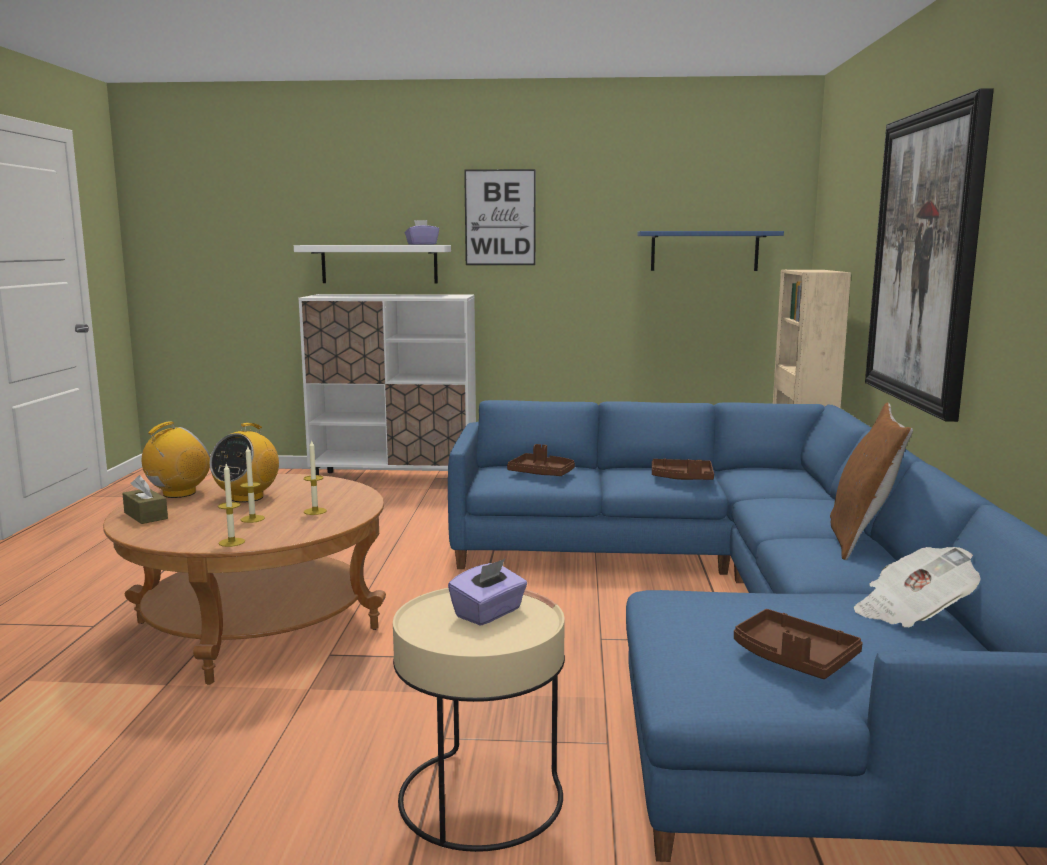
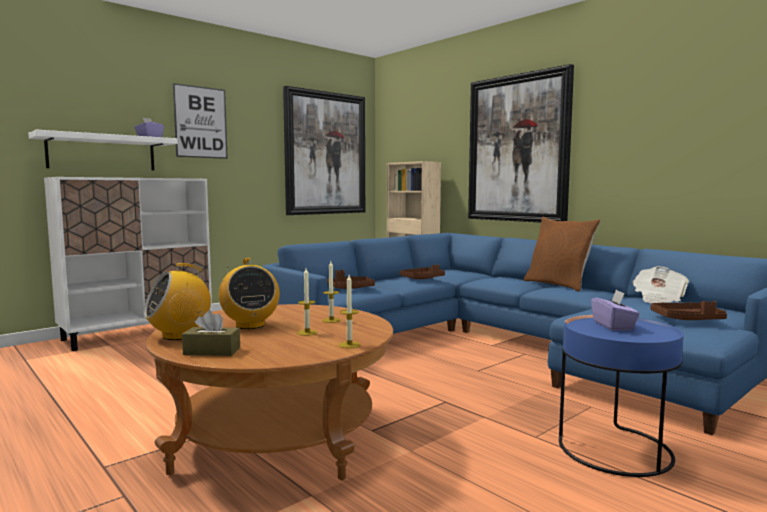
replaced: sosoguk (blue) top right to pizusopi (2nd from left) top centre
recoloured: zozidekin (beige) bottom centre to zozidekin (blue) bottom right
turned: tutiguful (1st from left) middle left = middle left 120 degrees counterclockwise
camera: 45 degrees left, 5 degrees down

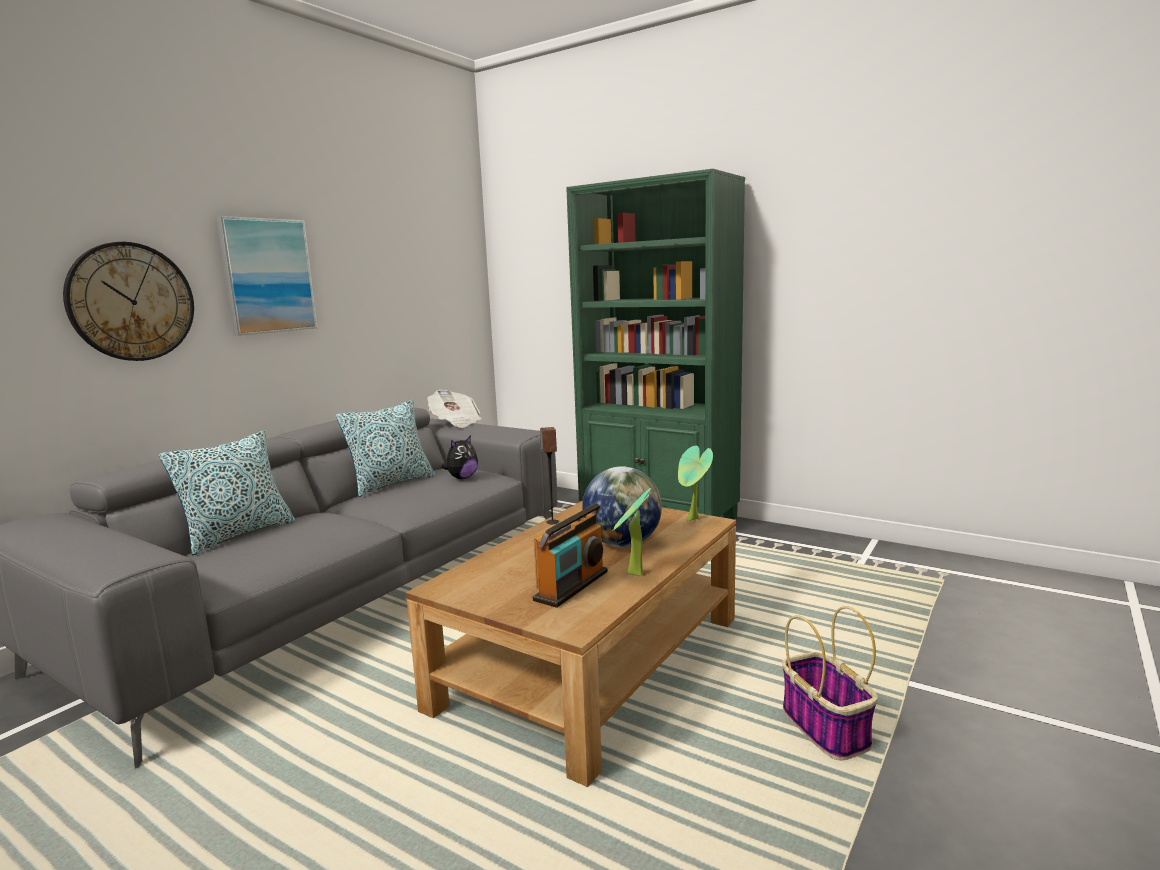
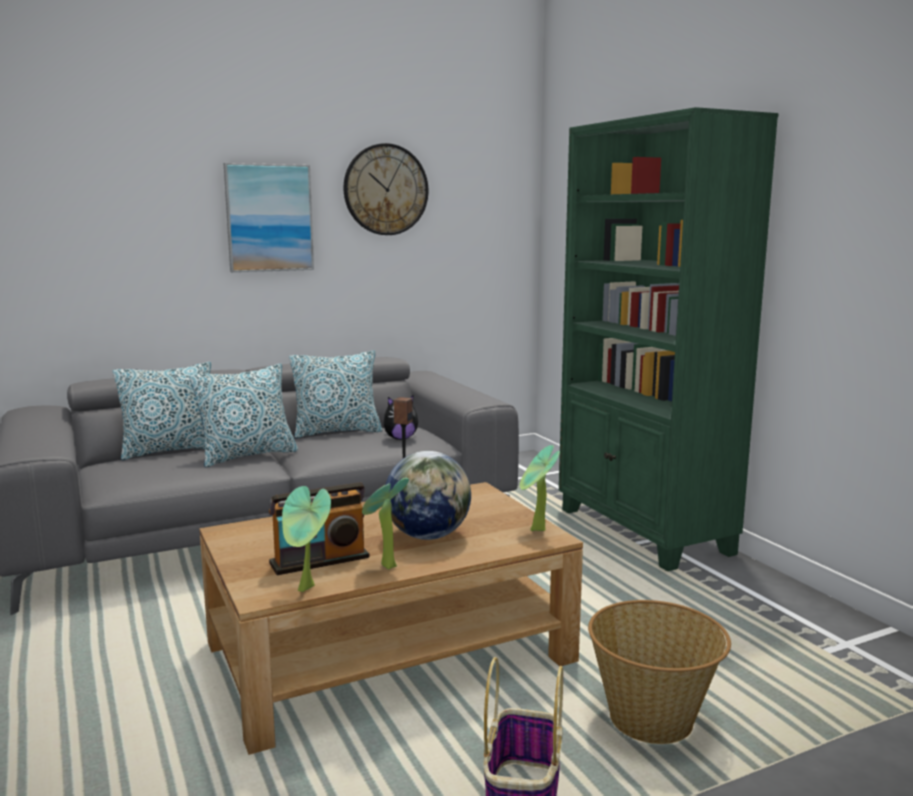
removed: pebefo centre
added: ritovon (2nd from left) middle left; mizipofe (1st from left) bottom centre; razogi (2nd from left) bottom right
moved: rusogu middle left to top centre
camera: 30 degrees right, 0 degrees up

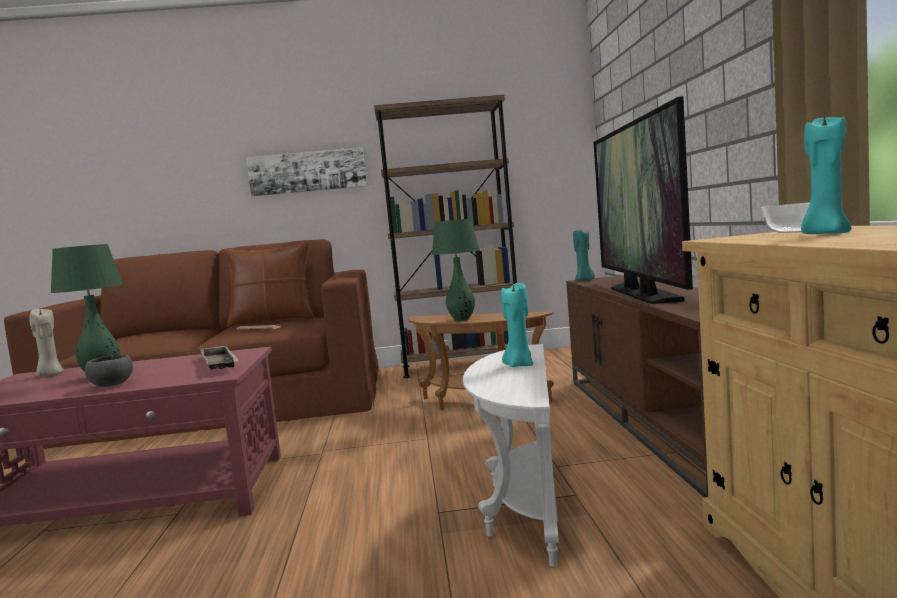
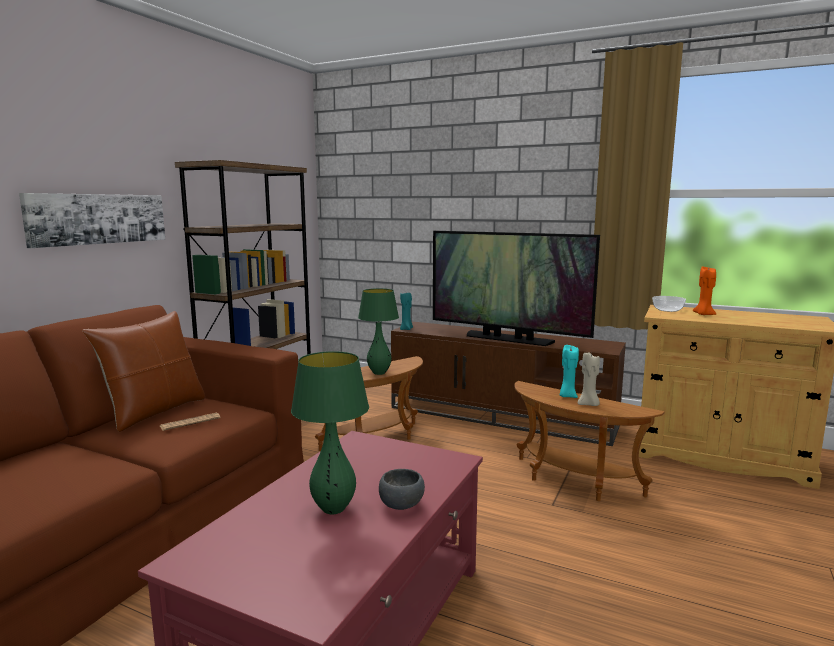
removed: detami middle left
moved: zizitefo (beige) middle left to middle right
recoloured: zozidekin (white) bottom centre to zozidekin (brown) (2nd from left) bottom right; zizitefo (turquoise) (3rd from left) top right to zizitefo (orange) middle right
camera: 60 degrees left, 5 degrees up

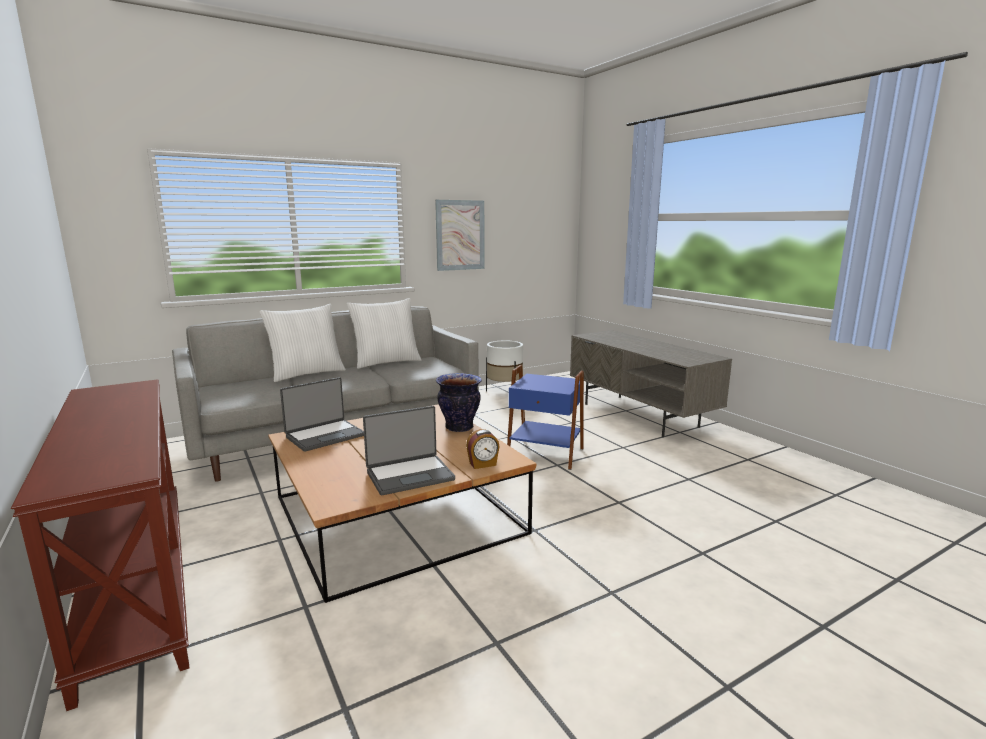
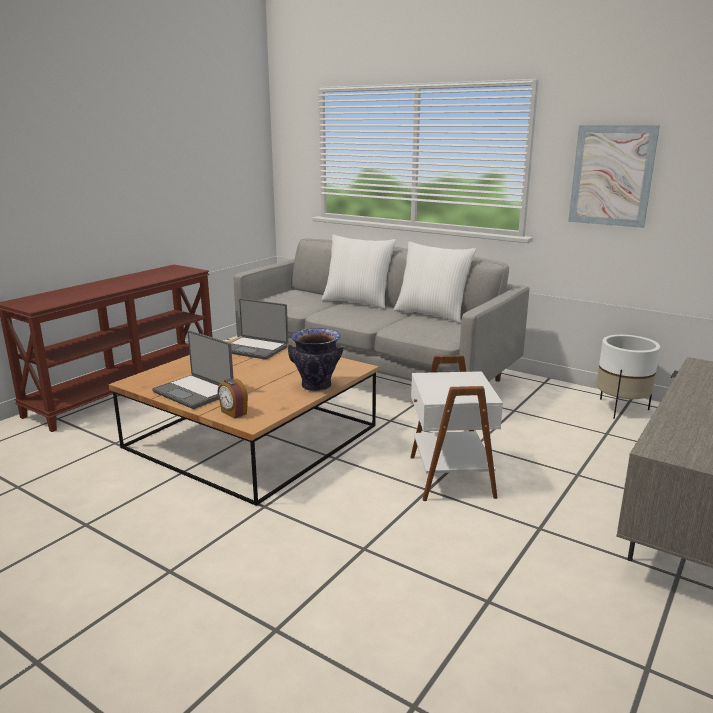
recoloured: zozidekin (blue) centre to zozidekin (white) centre
camera: 65 degrees right, 5 degrees up

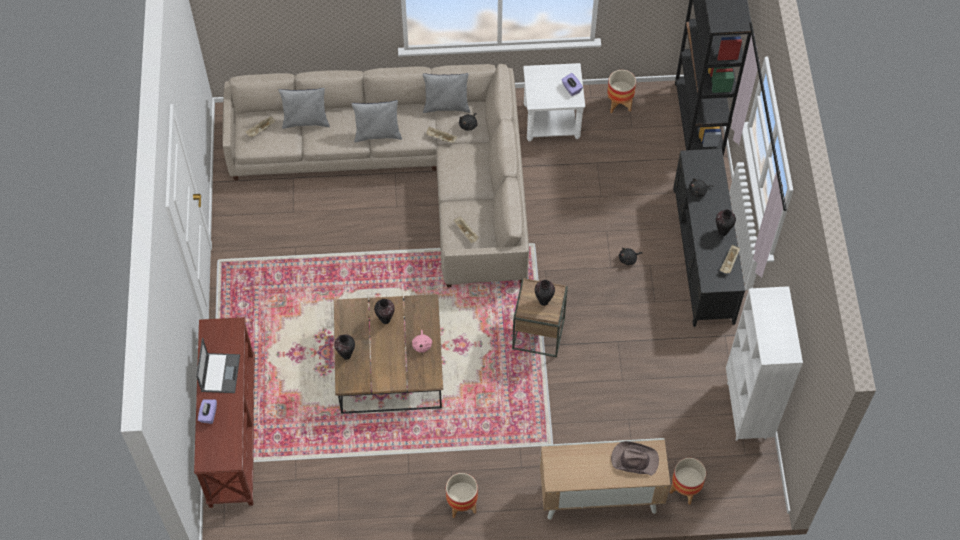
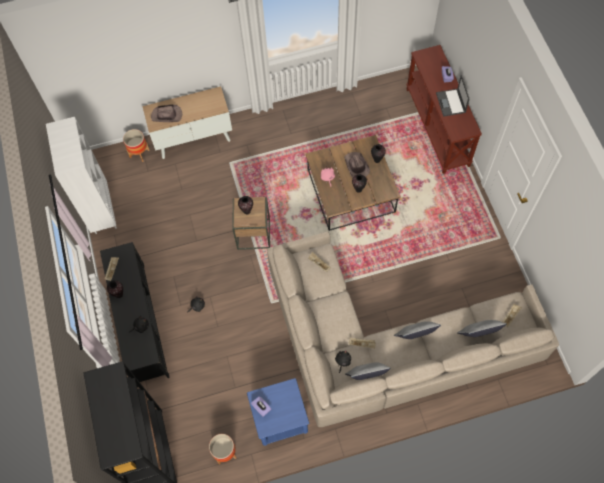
removed: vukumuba (1st from left) bottom centre
added: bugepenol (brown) (2nd from left) centre
recoloured: zozidekin (white) top centre to zozidekin (blue) bottom centre
camera: 170 degrees right, 5 degrees up

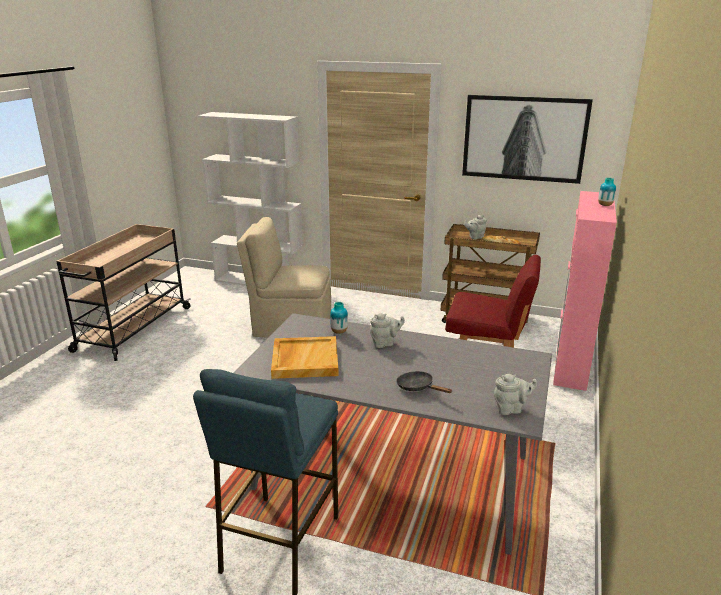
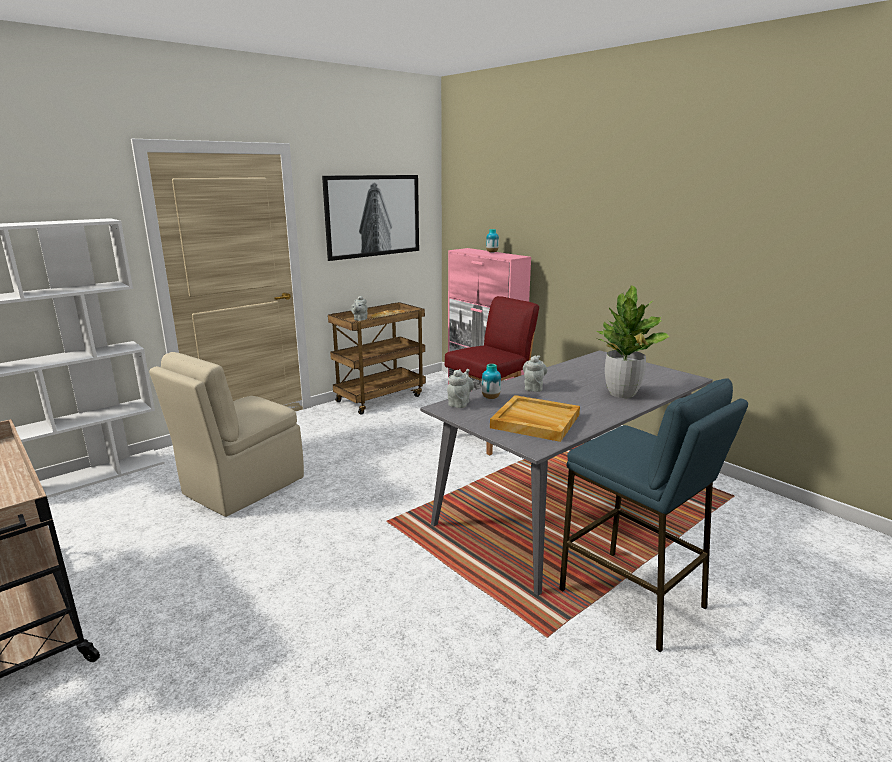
moved: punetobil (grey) (3rd from left in the first image) middle right to punetobil (grey) (2nd from left) centre
replaced: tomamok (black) centre to mizipofe middle right
camera: 60 degrees left, 5 degrees down

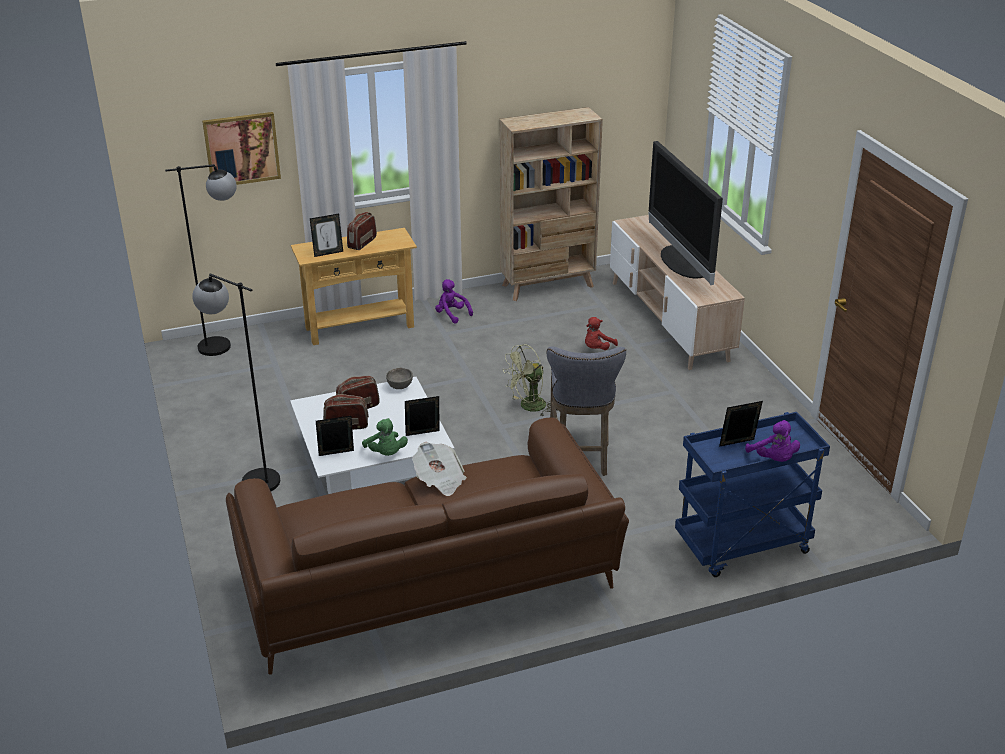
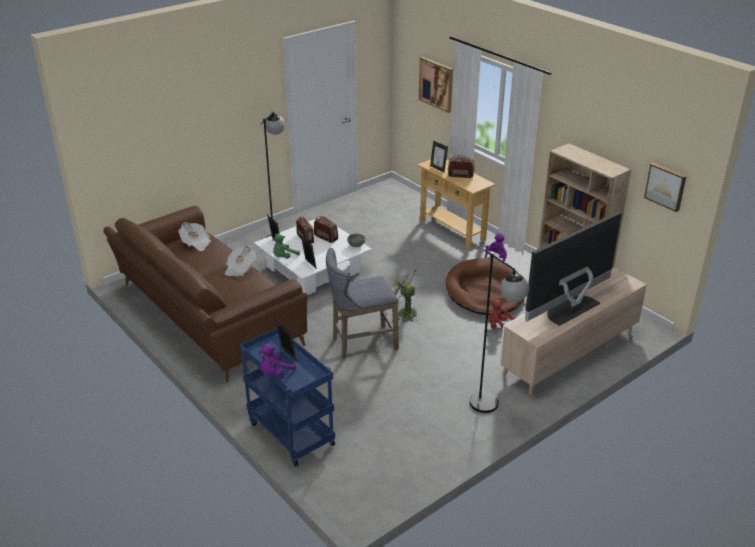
added: pebefo (1st from left) middle left; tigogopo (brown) centre; pizusopi (2nd from left) middle right
moved: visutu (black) (1st from left in the first image) middle left to visutu (black) (2nd from left) centre
camera: 70 degrees right, 0 degrees up

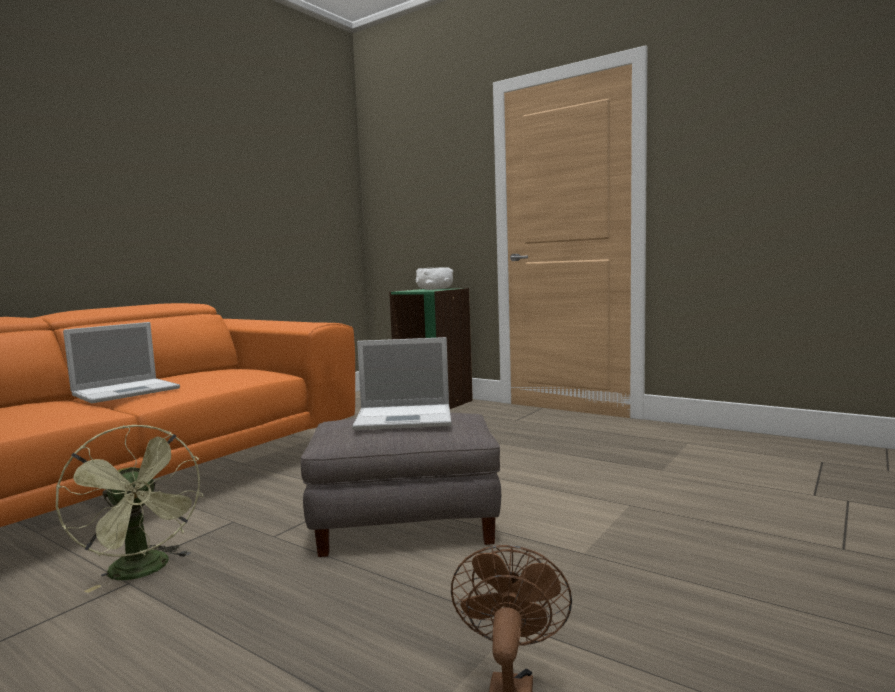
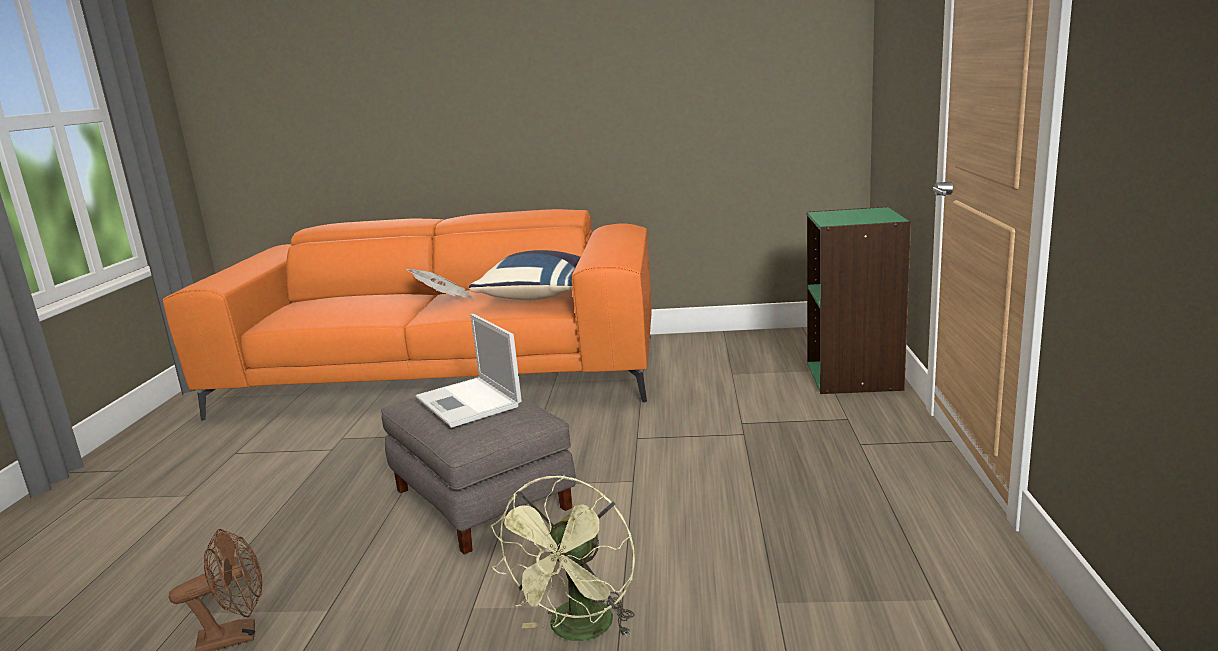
removed: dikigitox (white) centre
added: ritovon (blue) centre
moved: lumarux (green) bottom left to bottom centre
replaced: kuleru (1st from left) middle left to pebefo centre
camera: 60 degrees right, 10 degrees up

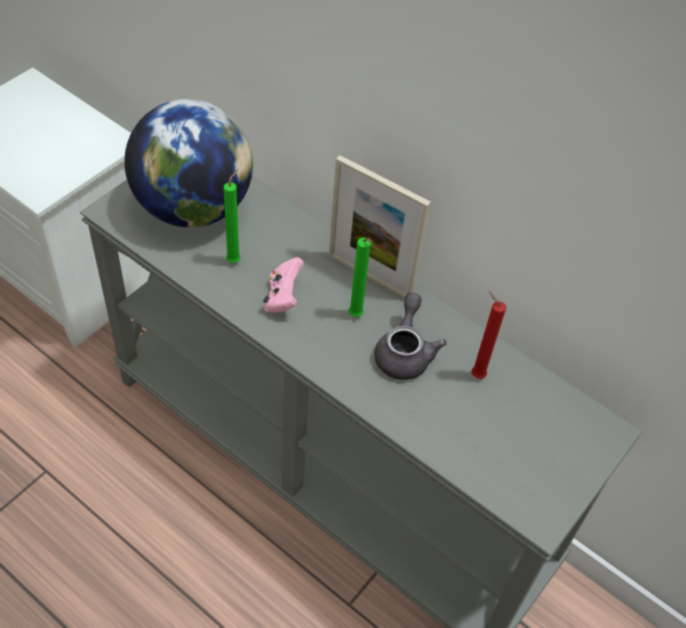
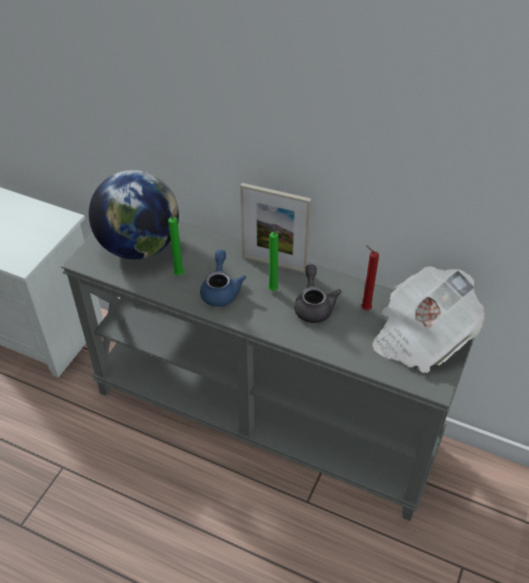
added: pebefo middle right
replaced: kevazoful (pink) centre to punetobil (blue) centre
camera: 10 degrees left, 5 degrees down

